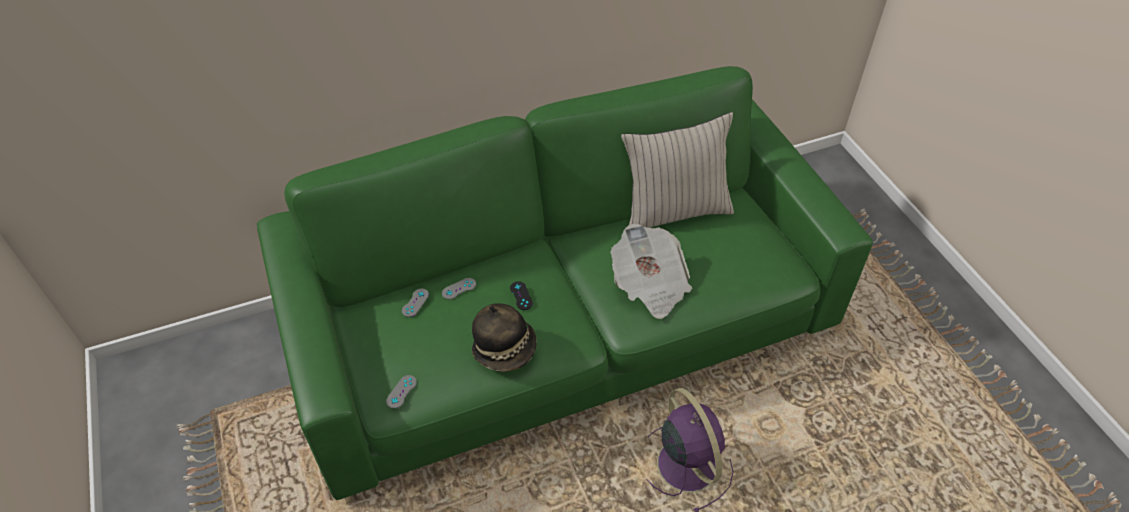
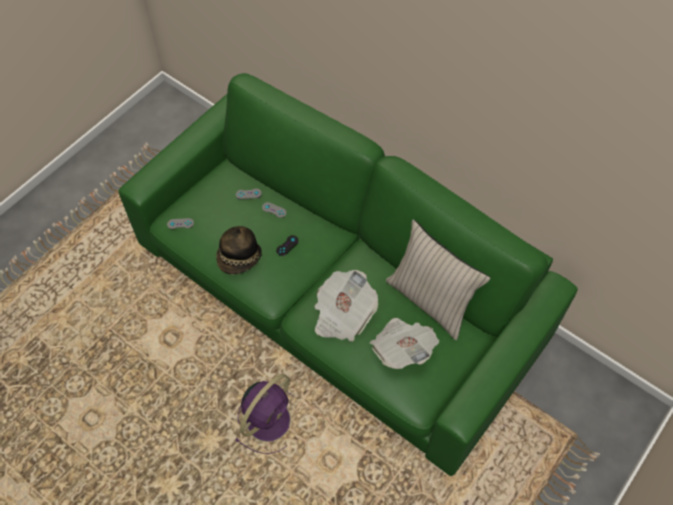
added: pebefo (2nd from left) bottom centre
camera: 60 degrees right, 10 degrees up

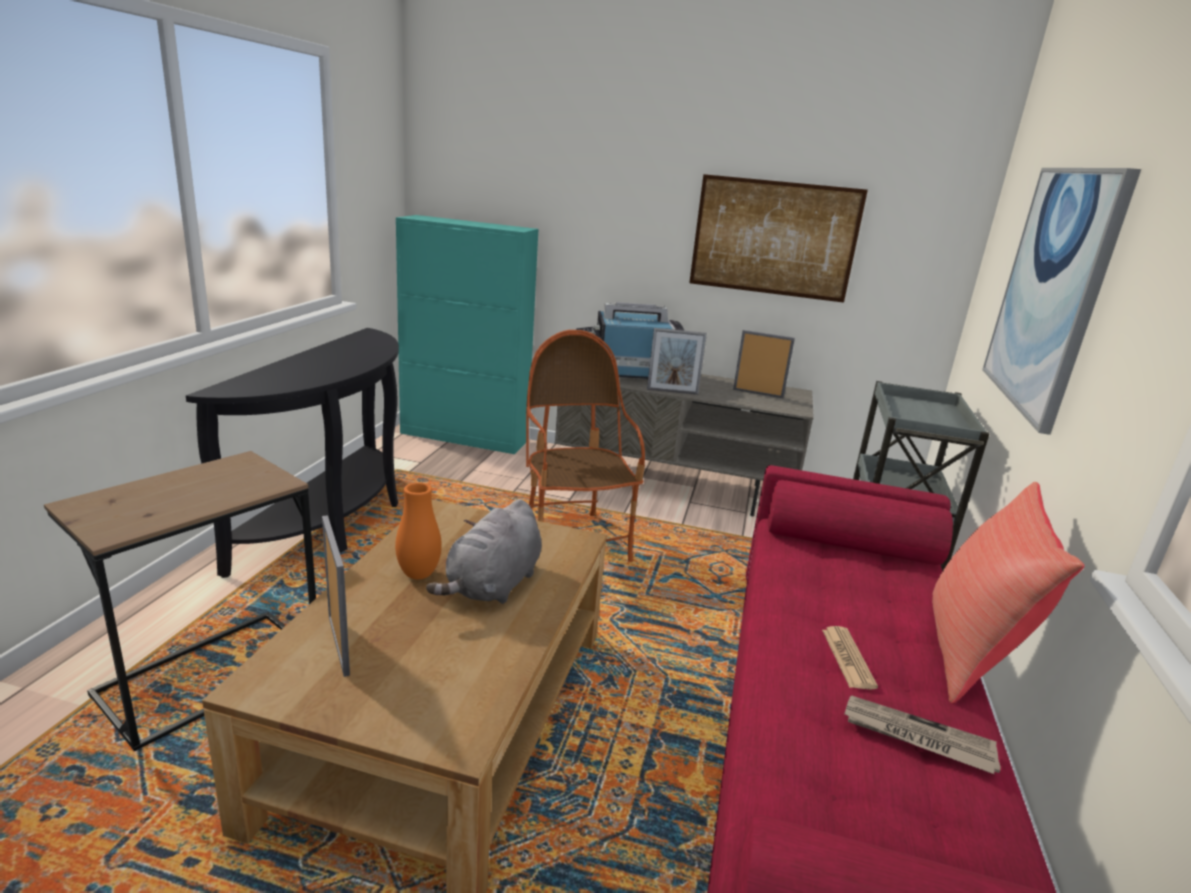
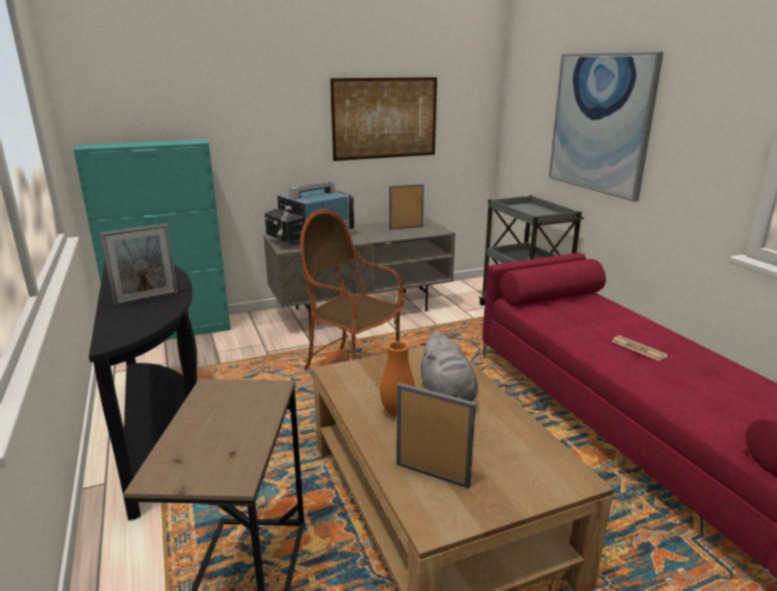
removed: pebefo (2nd from left) bottom right; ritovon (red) middle right
moved: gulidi (2nd from left in the first image) centre to gulidi (1st from left) middle left
camera: 35 degrees left, 0 degrees up

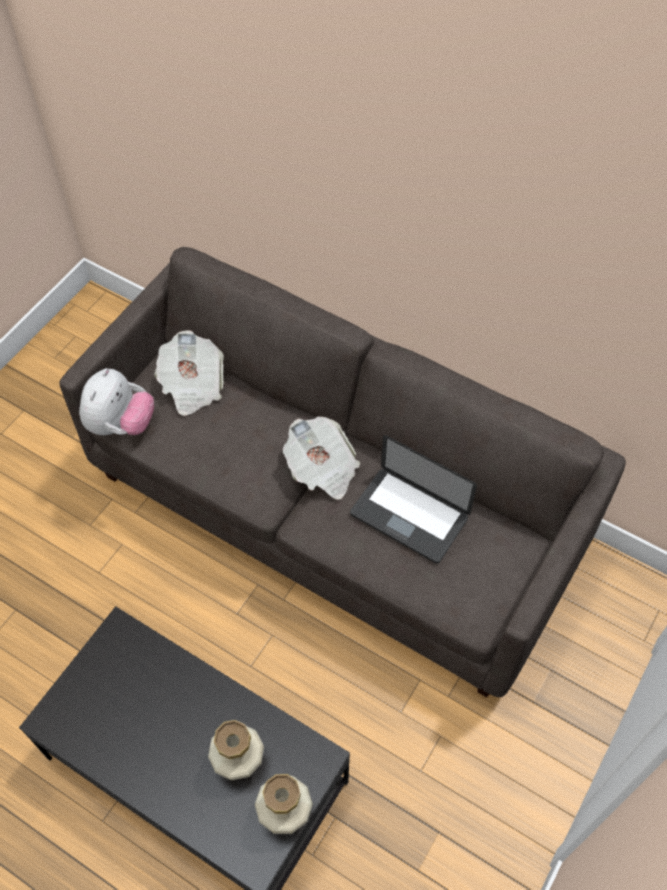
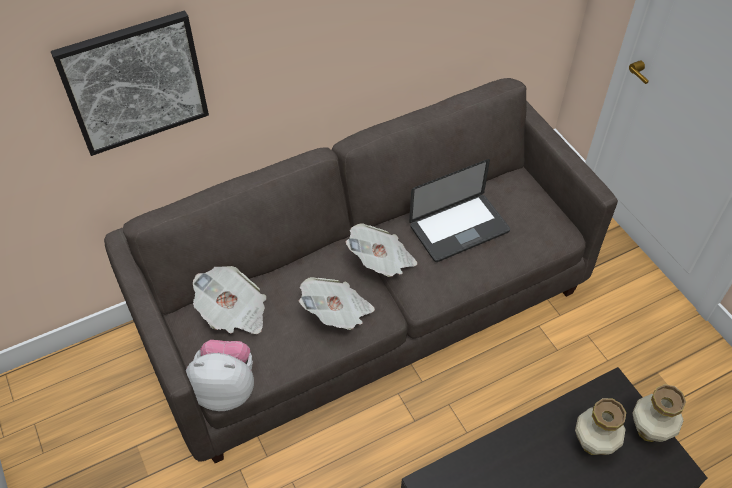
added: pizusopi top left; pebefo (2nd from left) centre
turned: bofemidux middle left = bottom left 45 degrees counterclockwise
camera: 60 degrees left, 5 degrees down

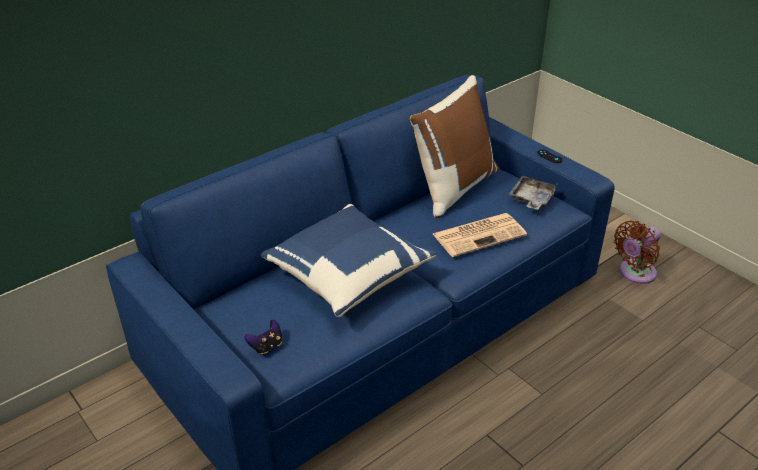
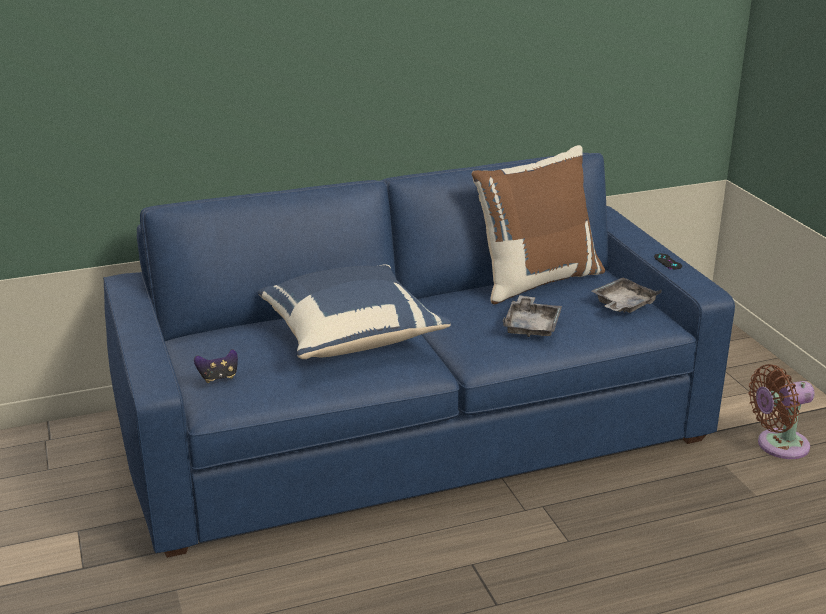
replaced: pebefo centre to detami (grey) (1st from left) centre
camera: 20 degrees right, 10 degrees down

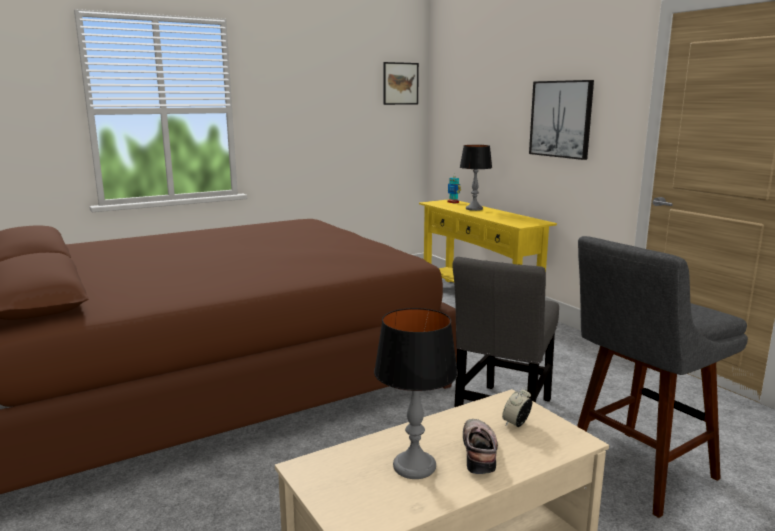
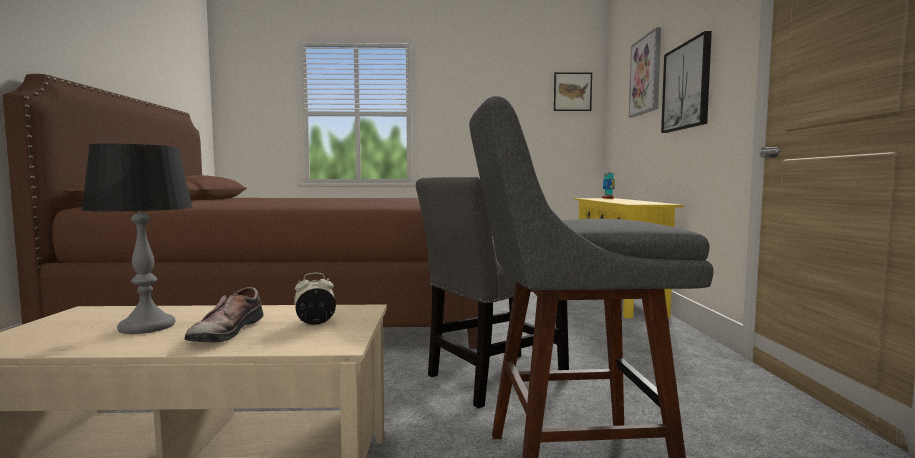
removed: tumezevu (2nd from left) centre
added: pizusopi (2nd from left) top right
turned: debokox bottom centre = bottom left 150 degrees clockwise
camera: 30 degrees right, 10 degrees down

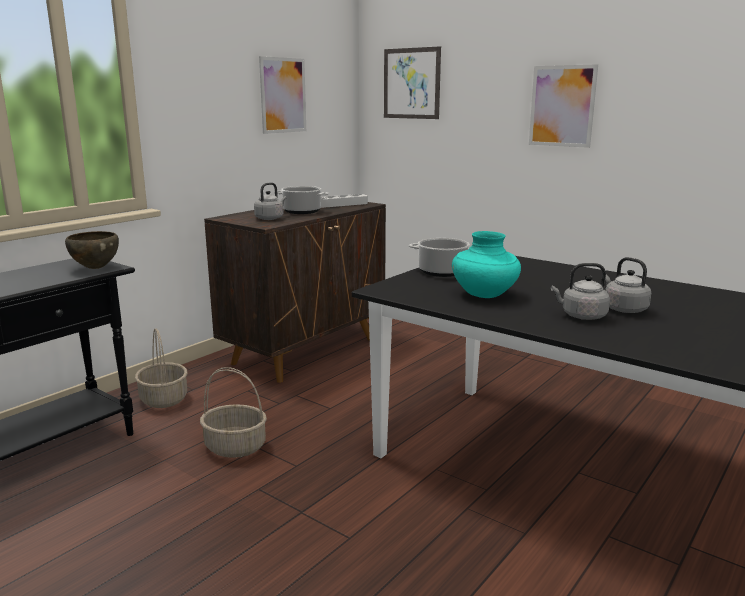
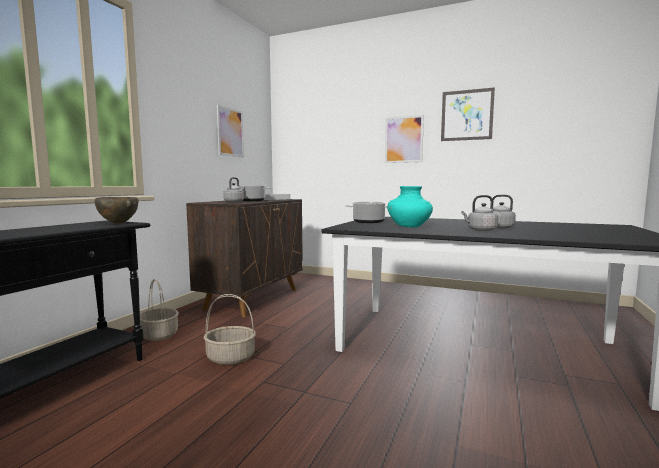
moved: pizusopi (2nd from left in the first image) top centre to pizusopi (3rd from left) top right
camera: 15 degrees left, 10 degrees down

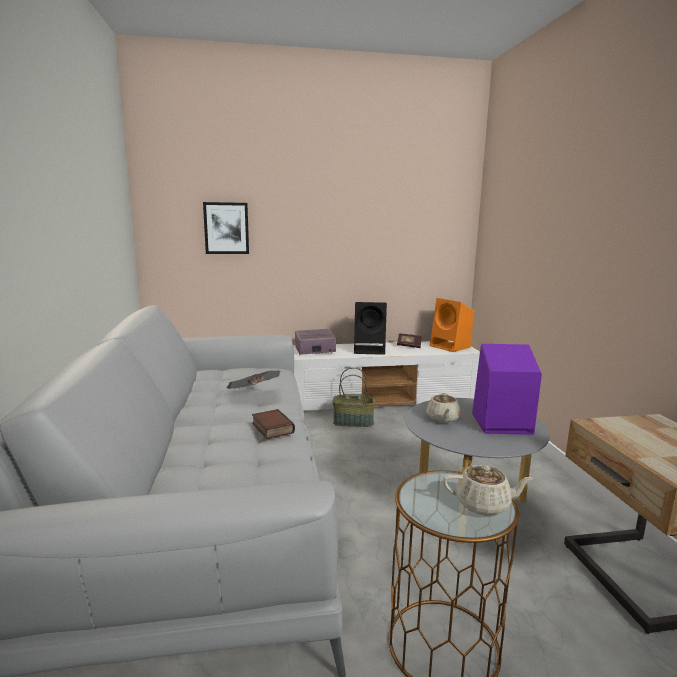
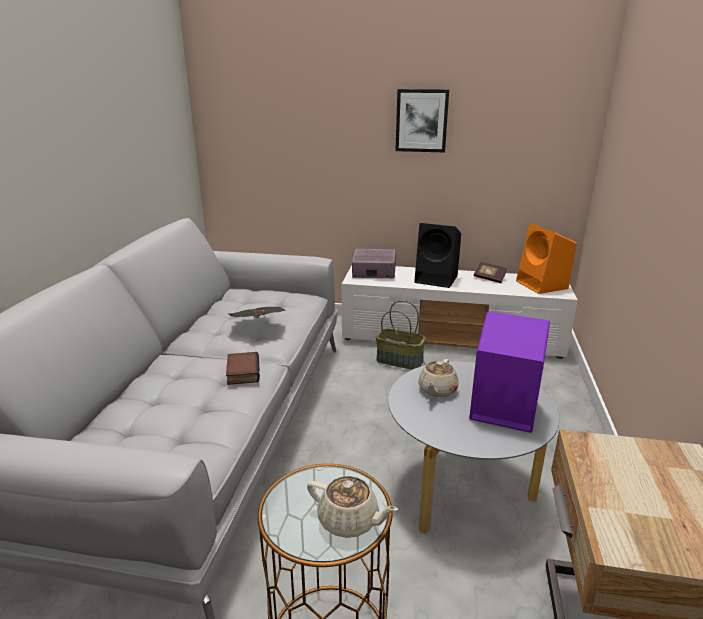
moved: pizusopi centre to top centre
camera: 20 degrees right, 10 degrees up

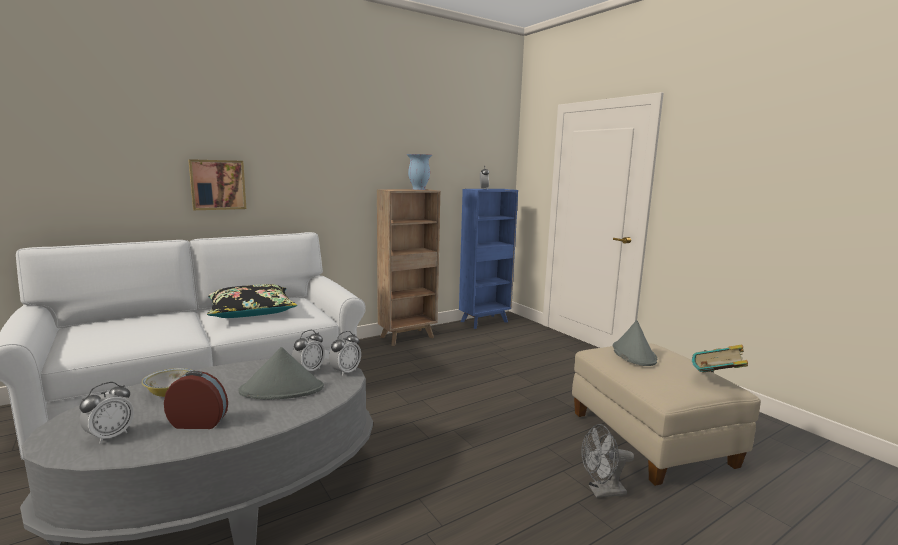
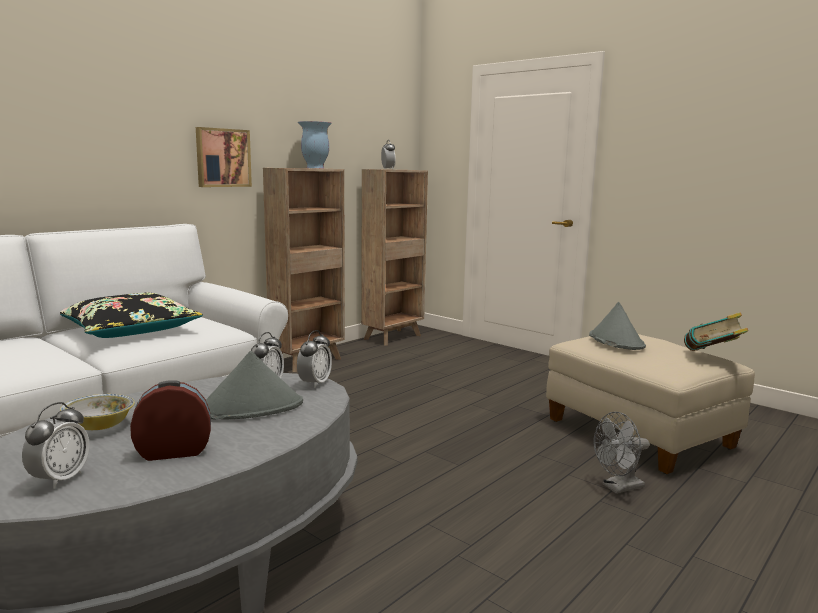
moved: pizusopi middle left to top left
recoloured: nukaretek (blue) centre to nukaretek (brown) (2nd from left) centre
camera: 15 degrees left, 0 degrees up

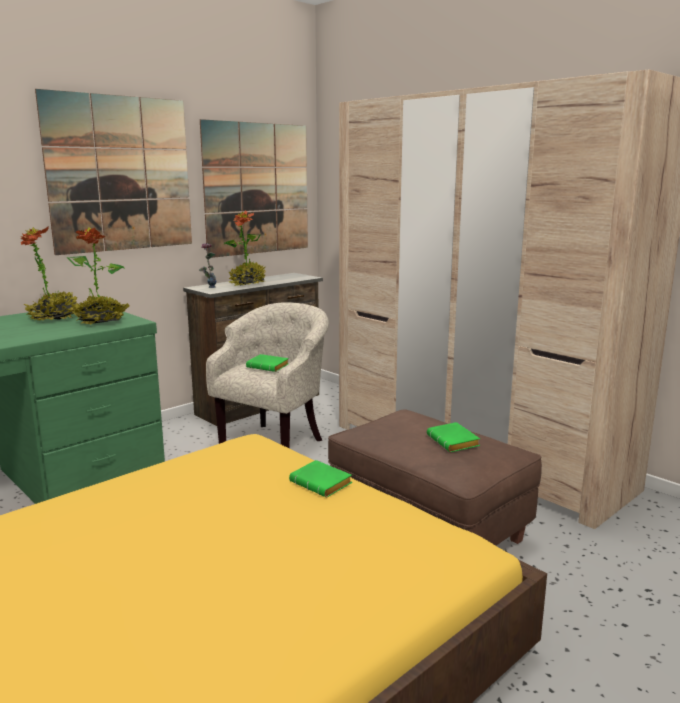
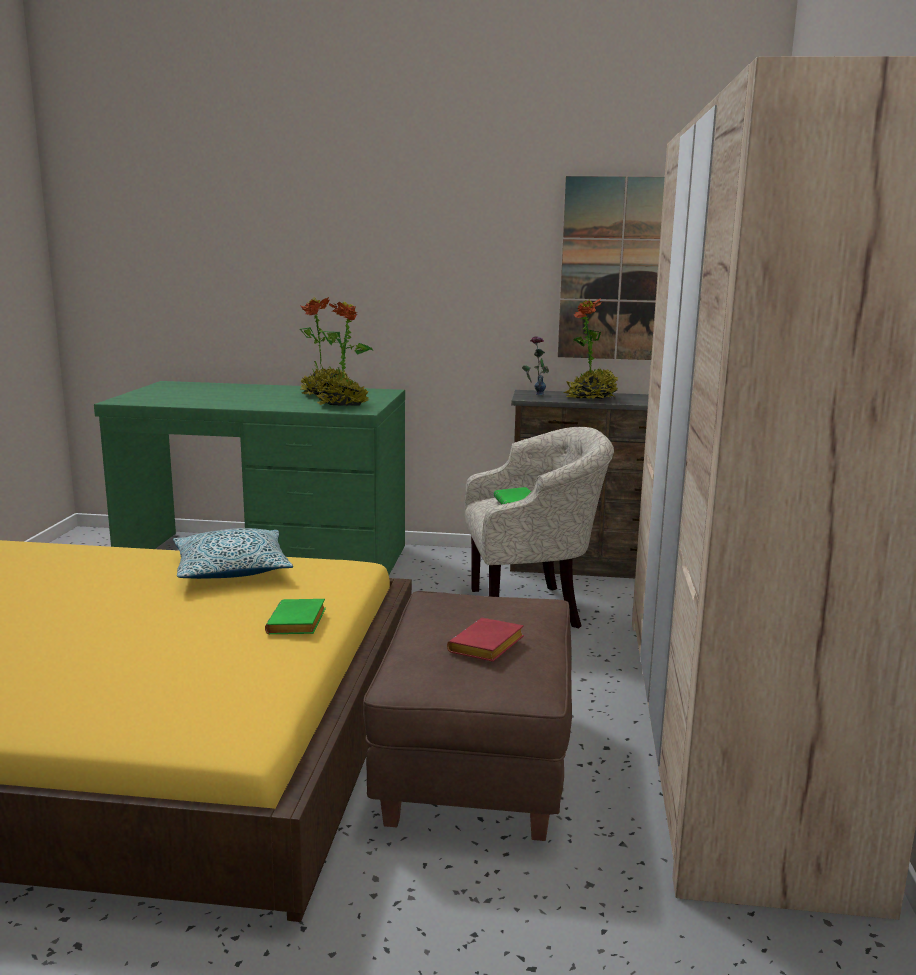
removed: pizusopi (1st from left) top left
added: ritovon middle left
recoloured: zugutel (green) (3rd from left) centre to zugutel (red) centre
camera: 50 degrees right, 0 degrees up

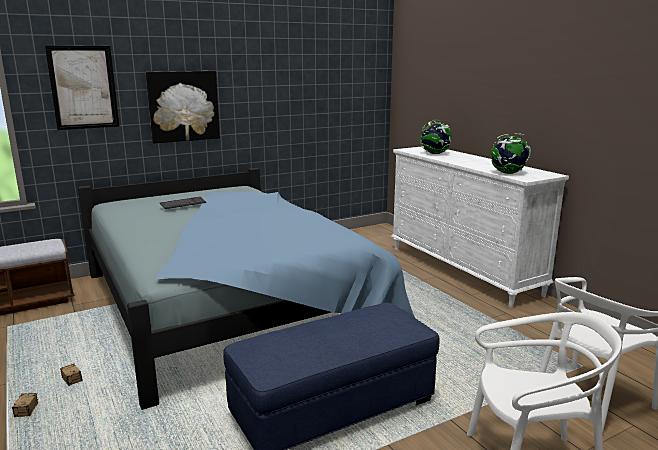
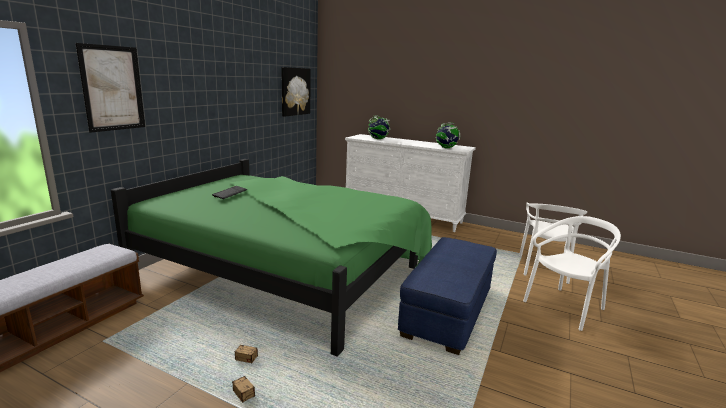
moved: pizusopi (2nd from left) top left to top centre
recoloured: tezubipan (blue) centre to tezubipan (green) centre
camera: 35 degrees left, 0 degrees up

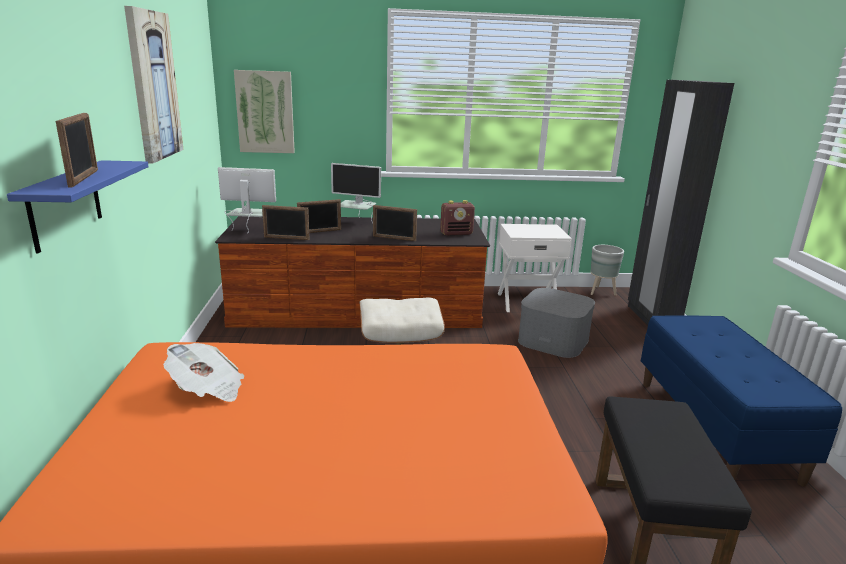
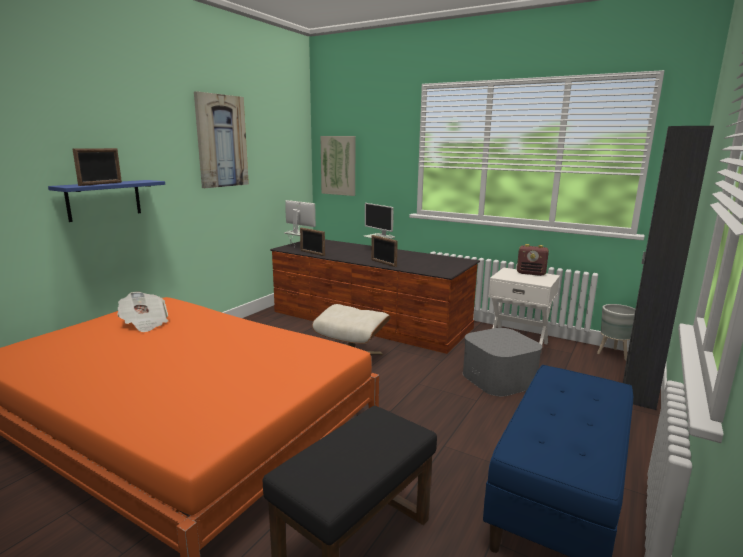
removed: gulidi (3rd from left) centre
moved: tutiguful centre to middle right
camera: 35 degrees right, 5 degrees down

